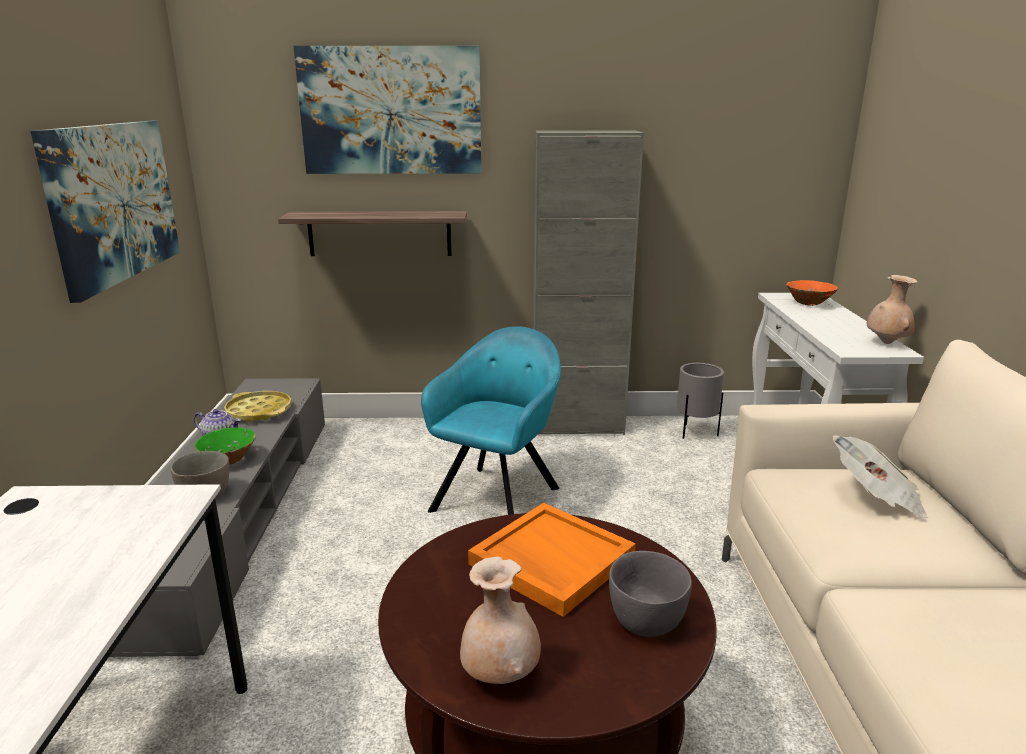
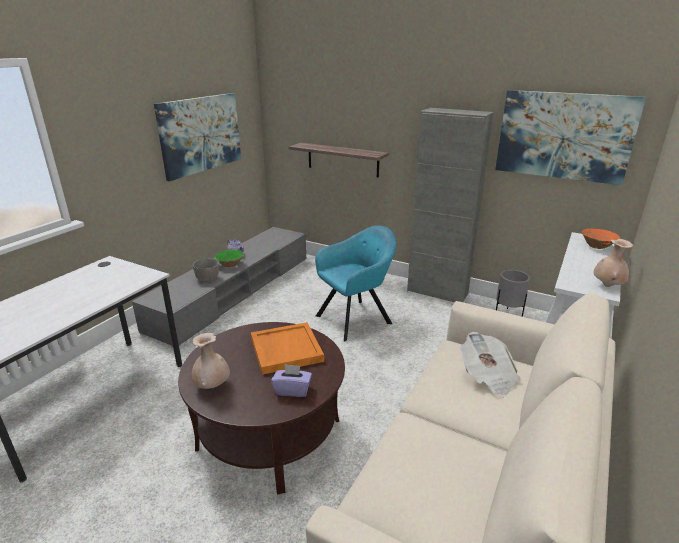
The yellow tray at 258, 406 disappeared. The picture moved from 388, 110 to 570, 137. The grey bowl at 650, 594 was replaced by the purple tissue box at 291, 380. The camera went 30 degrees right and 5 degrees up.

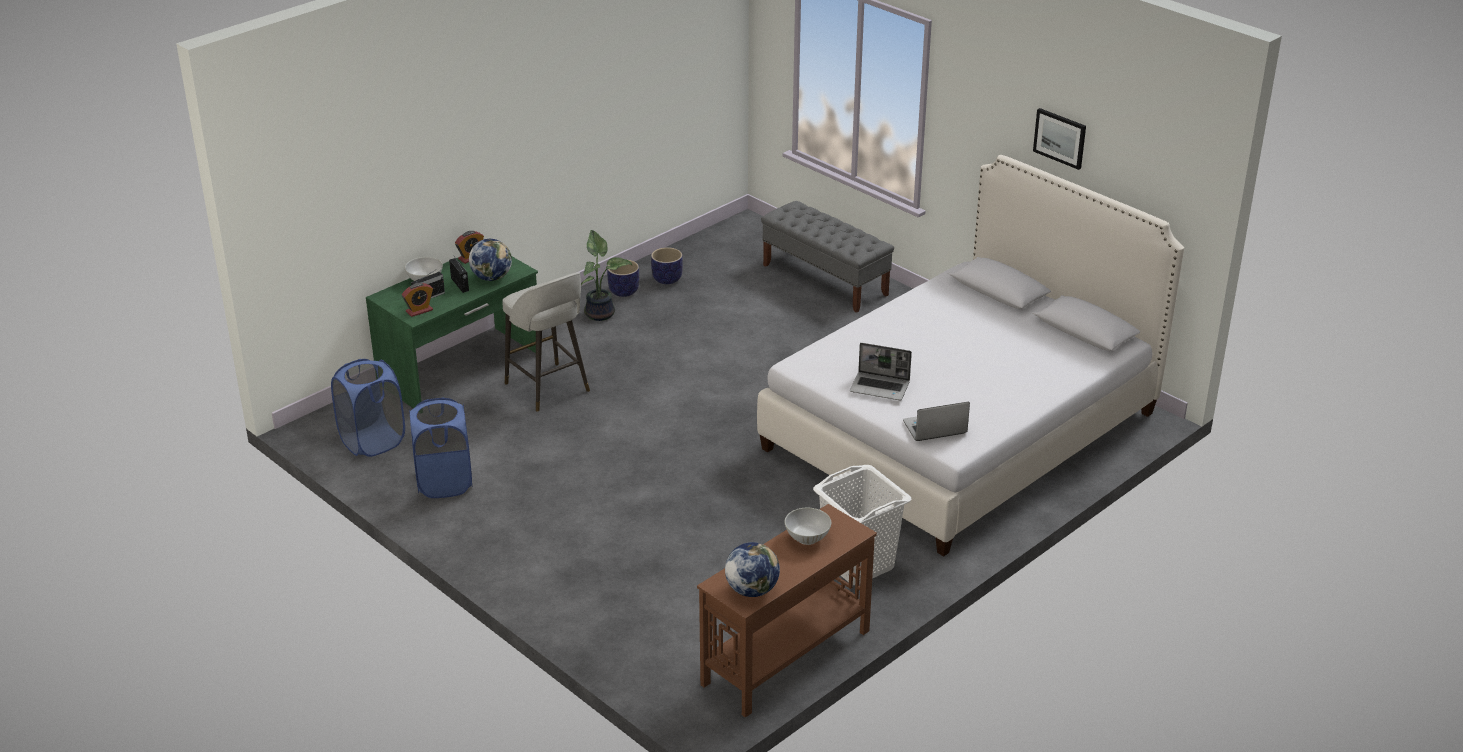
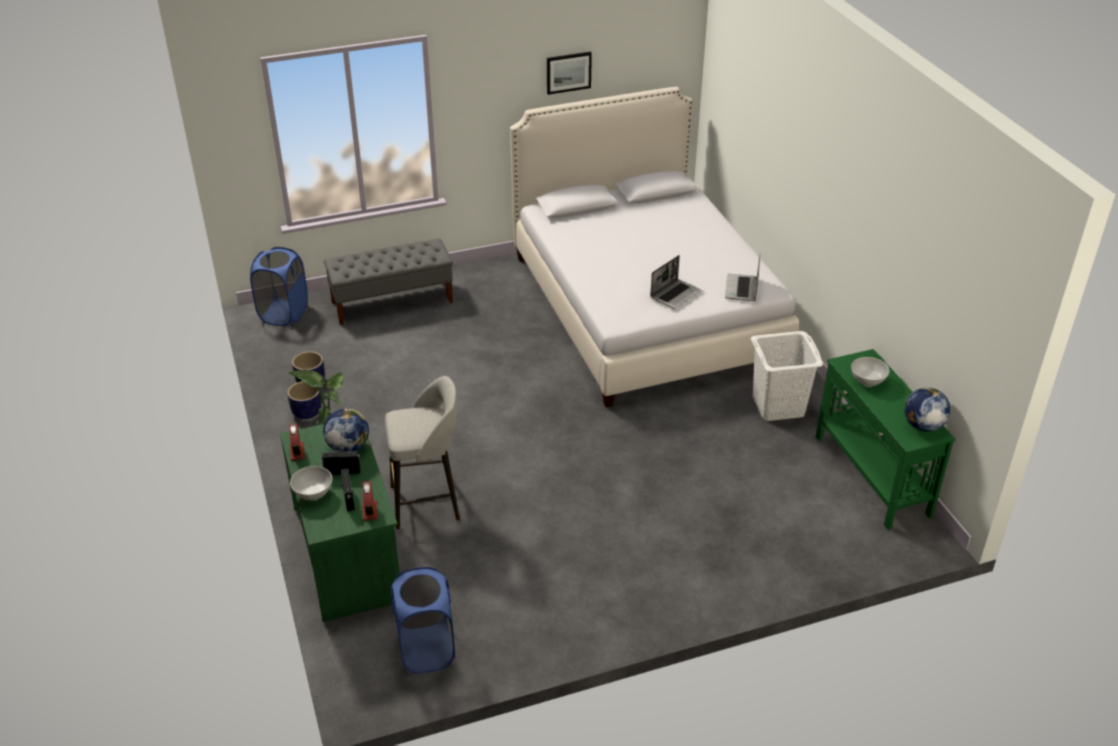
The blue laundry basket moved from 440, 447 to 279, 286. The brown console table at 787, 611 became the green console table at 886, 439. The camera went 65 degrees left and 5 degrees up.

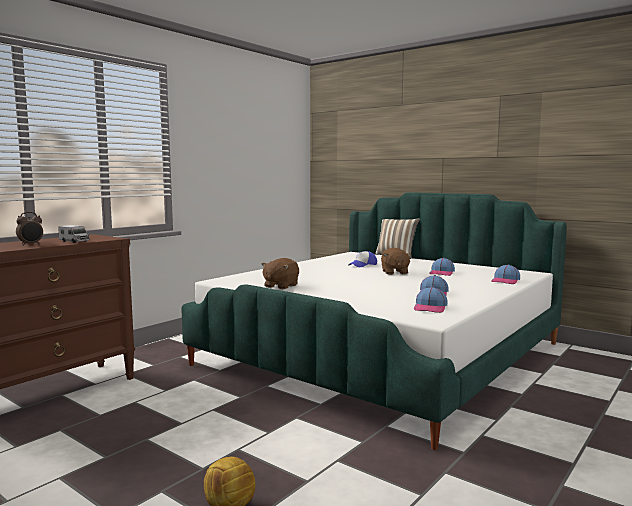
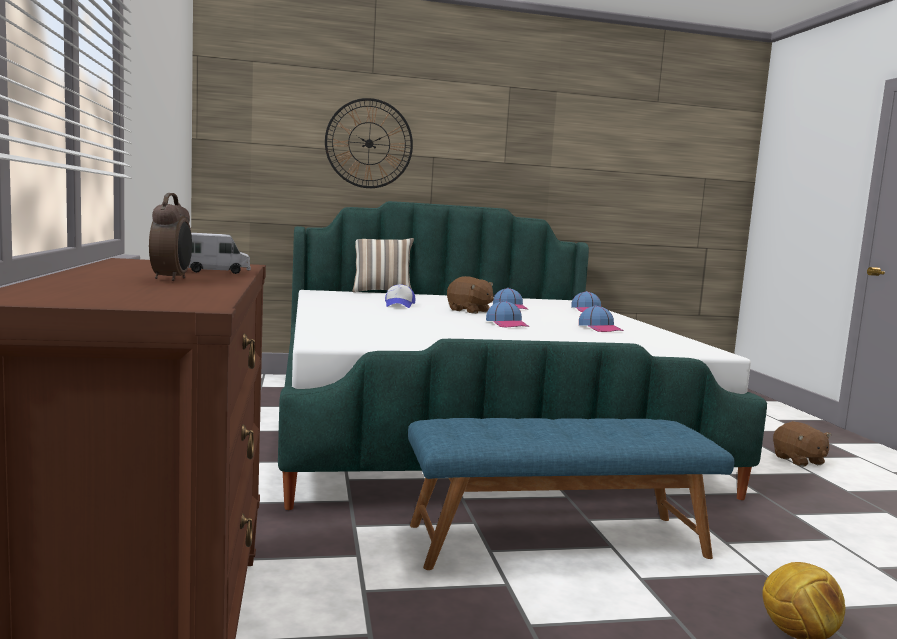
The wall clock at 369, 143 appeared. The blue bench at 571, 494 appeared. The brown plush toy moved from 280, 273 to 802, 444. The cap moved from 430, 300 to 508, 313. The camera went 50 degrees left and 0 degrees up.

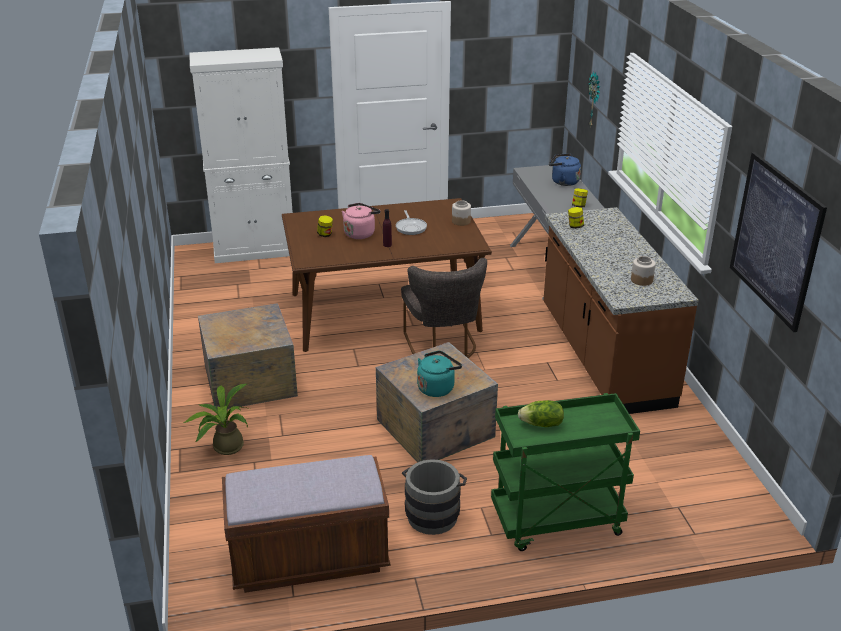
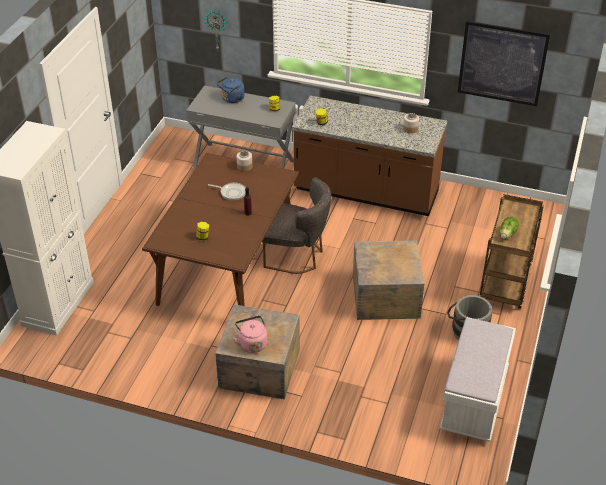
The potted plant at 216, 419 disappeared. The turquoise kettle at 439, 374 disappeared. The pink kettle moved from 361, 221 to 250, 334. The brown bench at 306, 524 became the white bench at 478, 379. The green cart at 565, 472 became the brown cart at 512, 251. The camera went 60 degrees left and 10 degrees up.

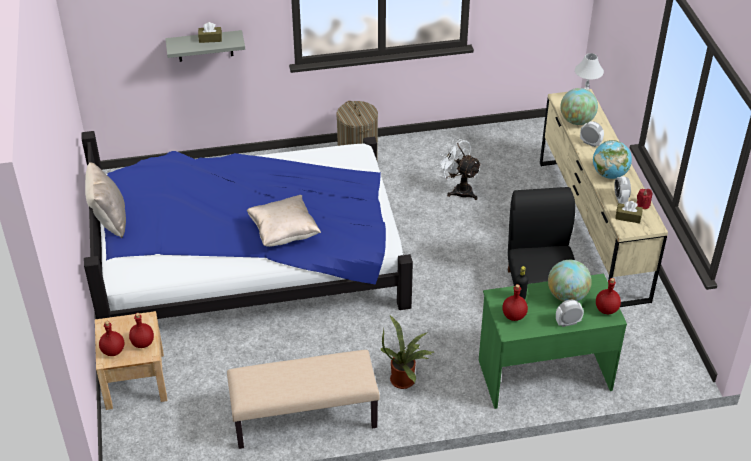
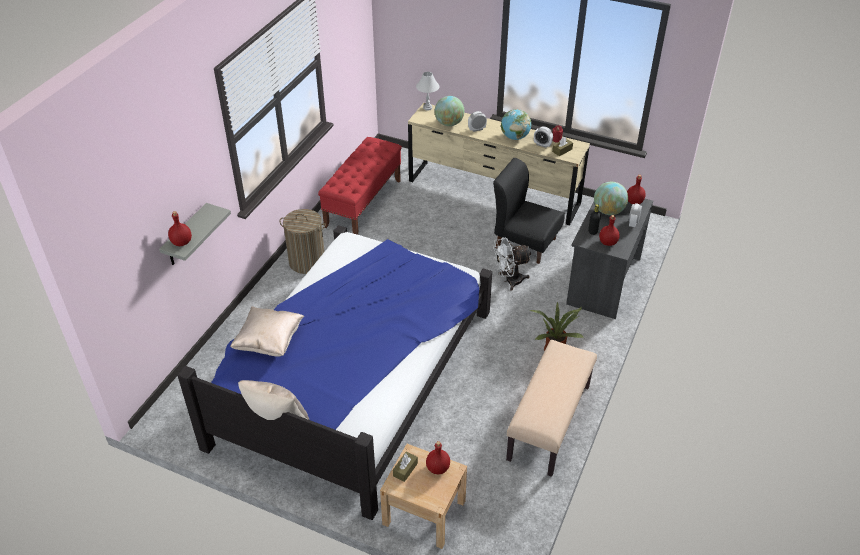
The red bench at 360, 186 appeared. The red bottle moved from 112, 338 to 180, 228. The brown tissue box moved from 210, 32 to 405, 466. The beige pillow moved from 284, 221 to 267, 331. The white fan moved from 459, 168 to 512, 264. The green desk at 553, 341 became the grey desk at 609, 259. The camera went 55 degrees left and 0 degrees up.

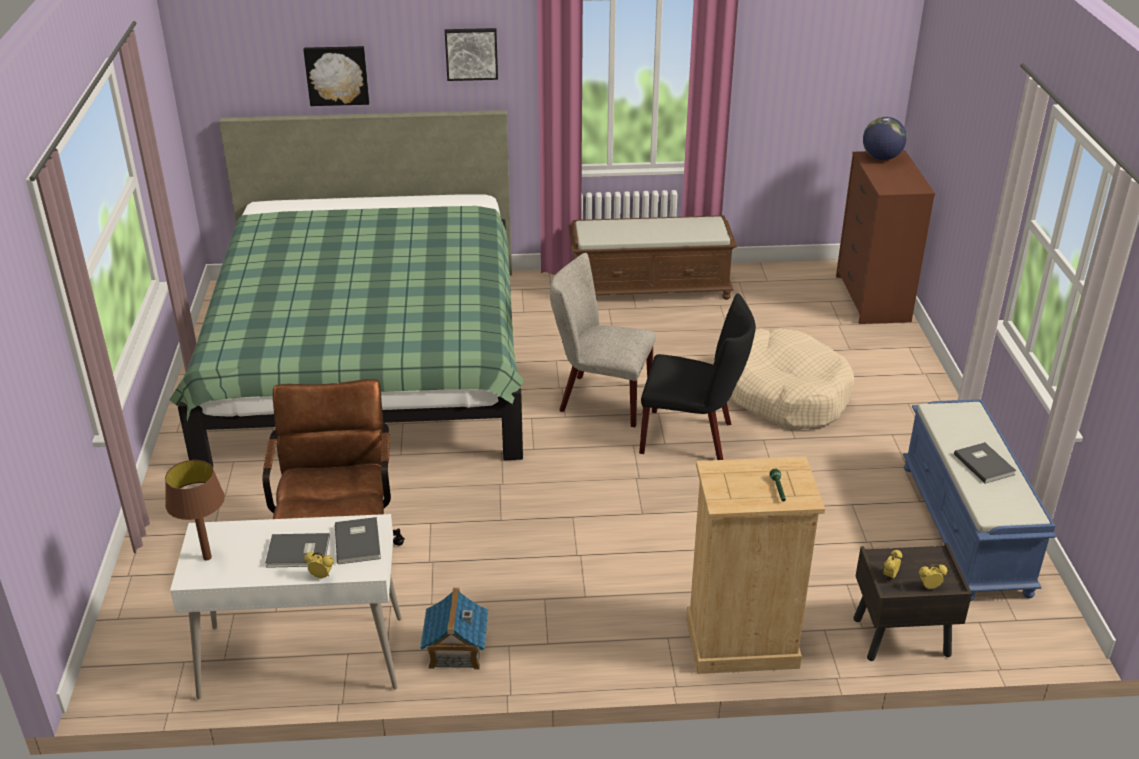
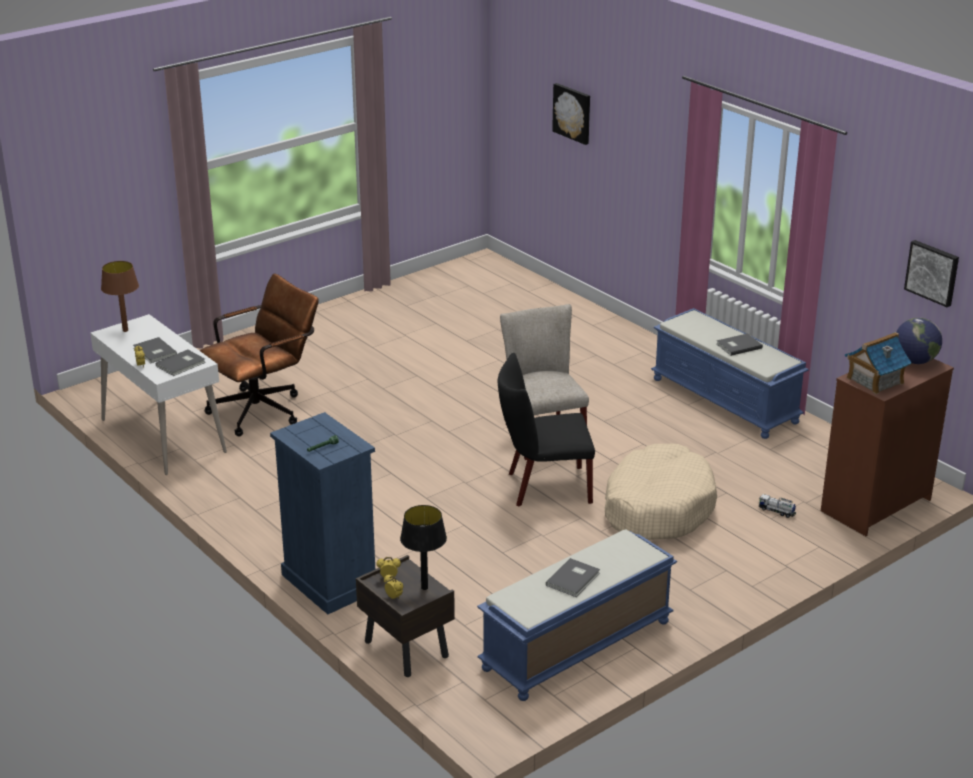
The green bed at 347, 288 disappeared. The black table lamp at 423, 547 appeared. The grey book at 739, 344 appeared. The toy truck at 777, 506 appeared. The toy house moved from 454, 628 to 878, 363. The picture moved from 471, 54 to 931, 273. The brown bench at 652, 257 became the blue bench at 730, 373. The beige dresser at 755, 565 became the blue dresser at 322, 513. The black chair at 697, 377 turned 105 degrees clockwise. The camera went 55 degrees right and 5 degrees down.

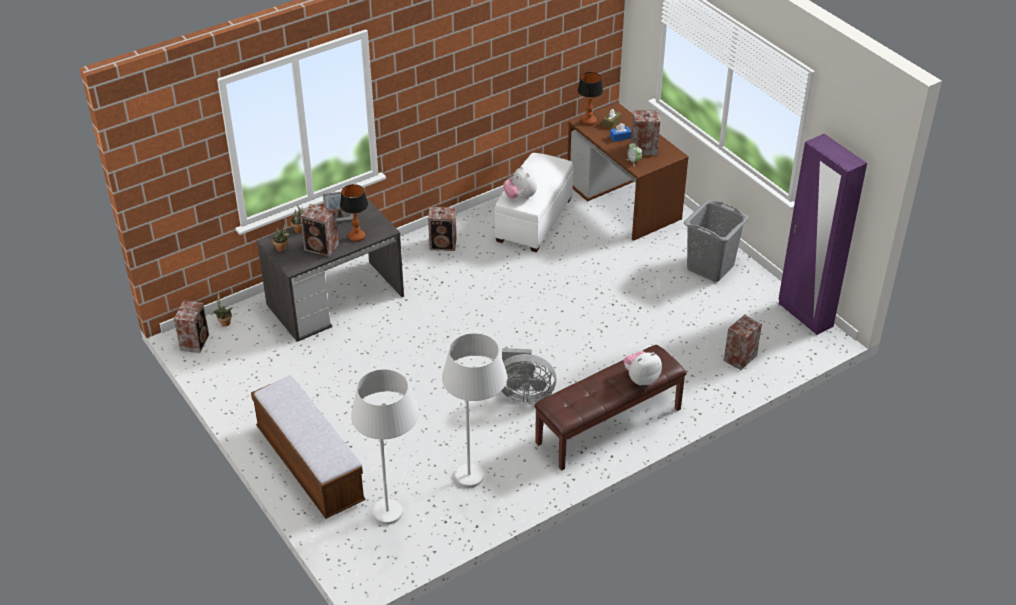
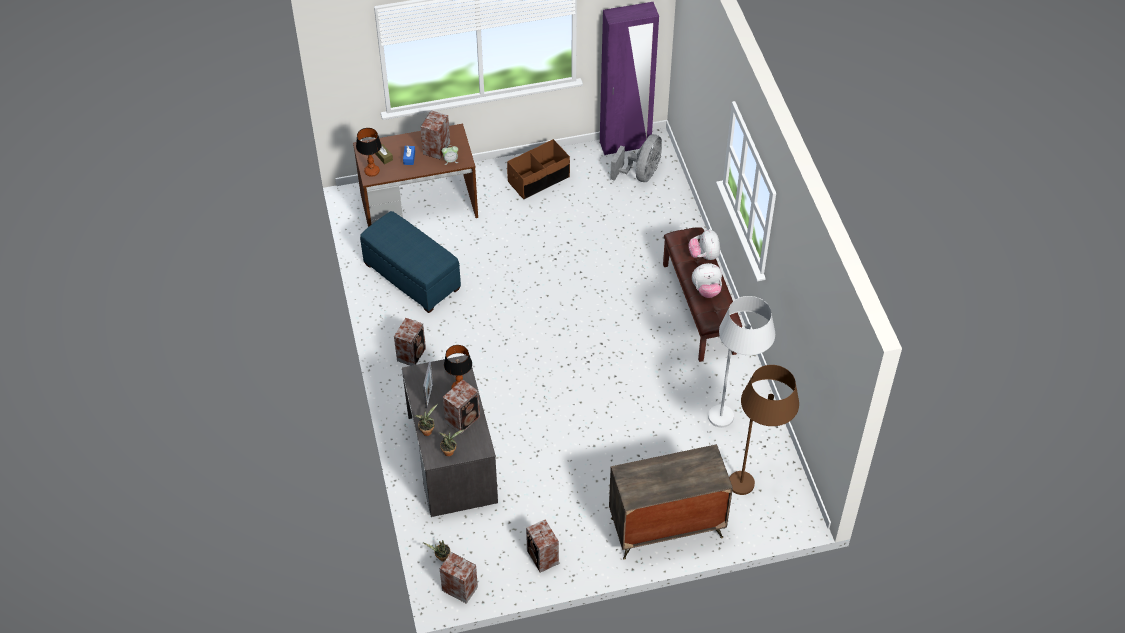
The grey fan moved from 529, 375 to 636, 158. The plush toy moved from 520, 182 to 707, 280. The speaker moved from 743, 342 to 542, 545. The bench at 308, 447 was replaced by the dresser at 671, 502. The grey laundry basket at 716, 241 was replaced by the brown storage box at 538, 169. The white floor lamp at 384, 447 became the brown floor lamp at 764, 430. The white ottoman at 533, 202 became the blue ottoman at 410, 262. The camera went 70 degrees left and 10 degrees up.

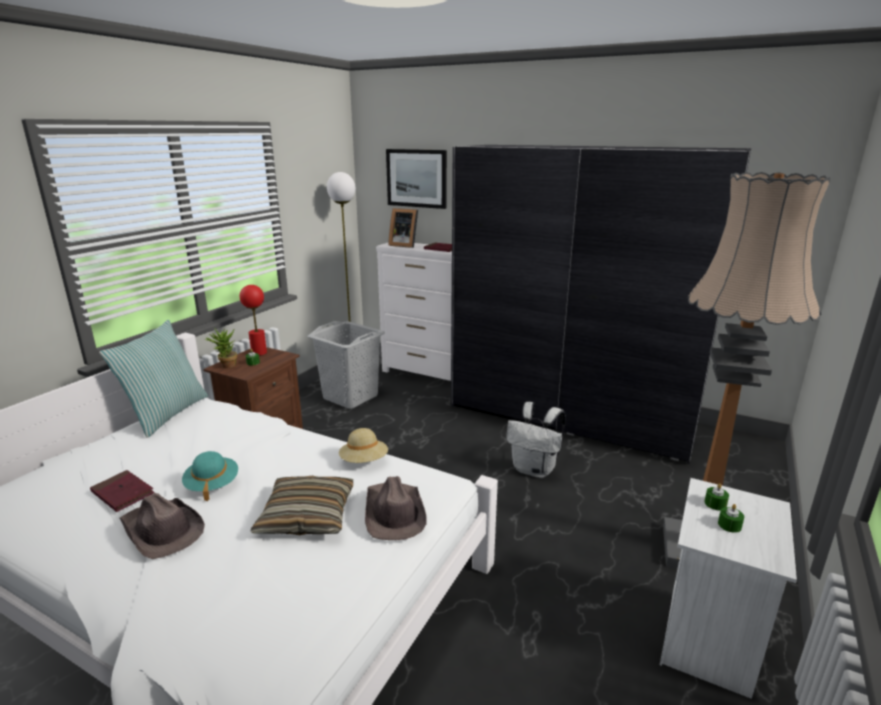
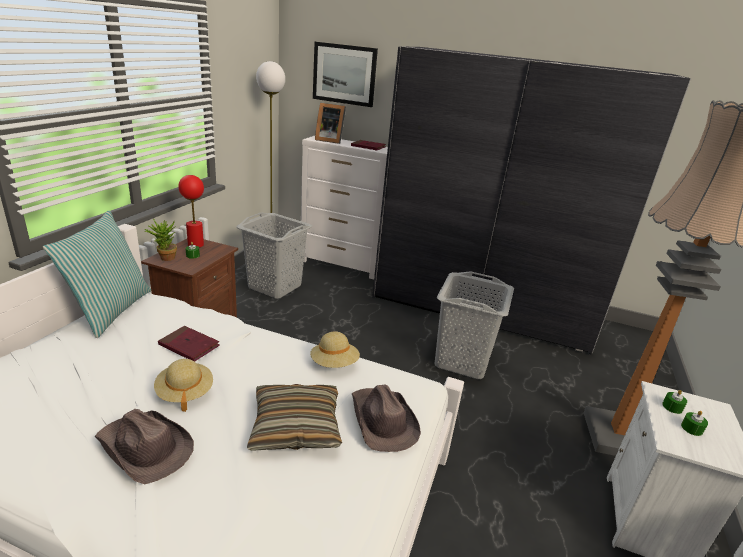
The red book moved from 122, 491 to 189, 343. The white backpack at 536, 440 was replaced by the grey laundry basket at 474, 325. The turquoise hat at 210, 476 became the beige hat at 183, 385. The camera went 10 degrees left and 5 degrees up.

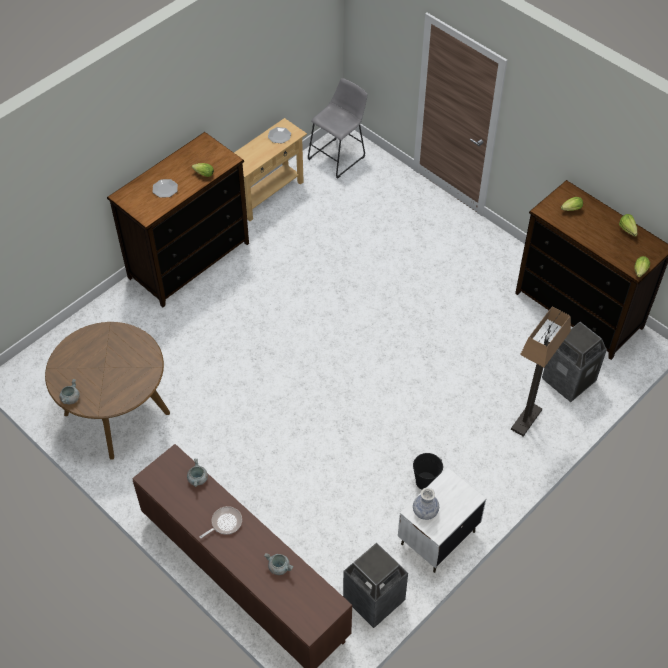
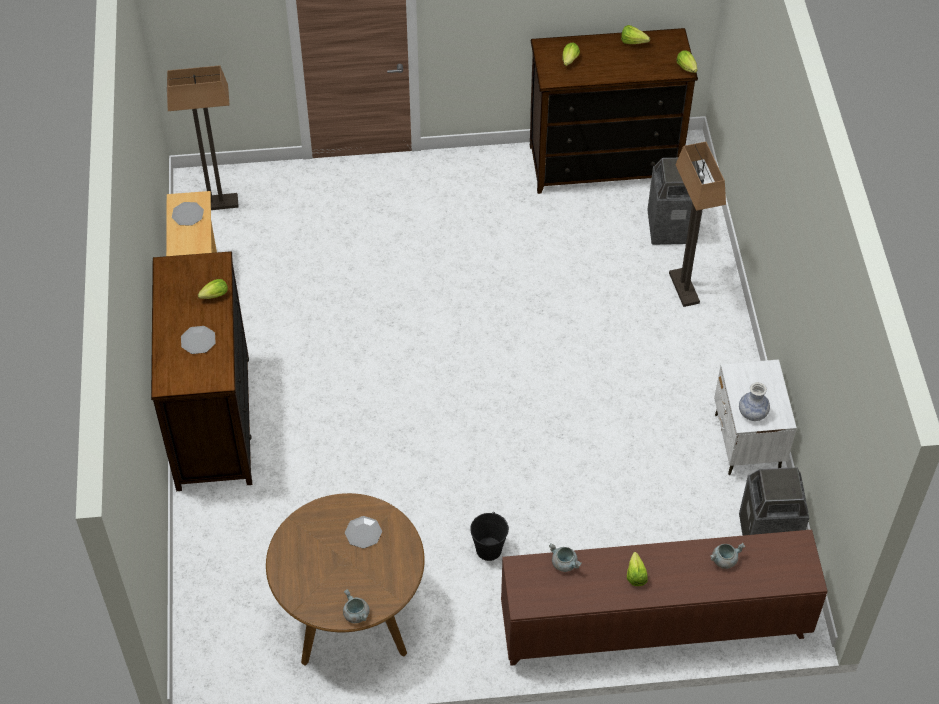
The plate at 363, 532 appeared. The black bucket moved from 428, 471 to 489, 536. The frying pan at 221, 522 was replaced by the lettuce at 637, 569. The grey stool at 337, 128 was replaced by the floor lamp at 203, 137. The camera went 50 degrees left and 0 degrees up.

